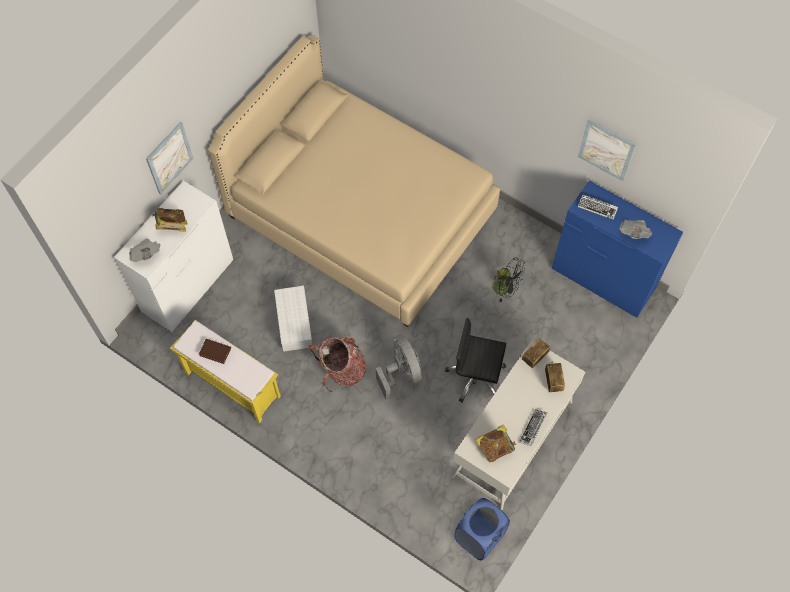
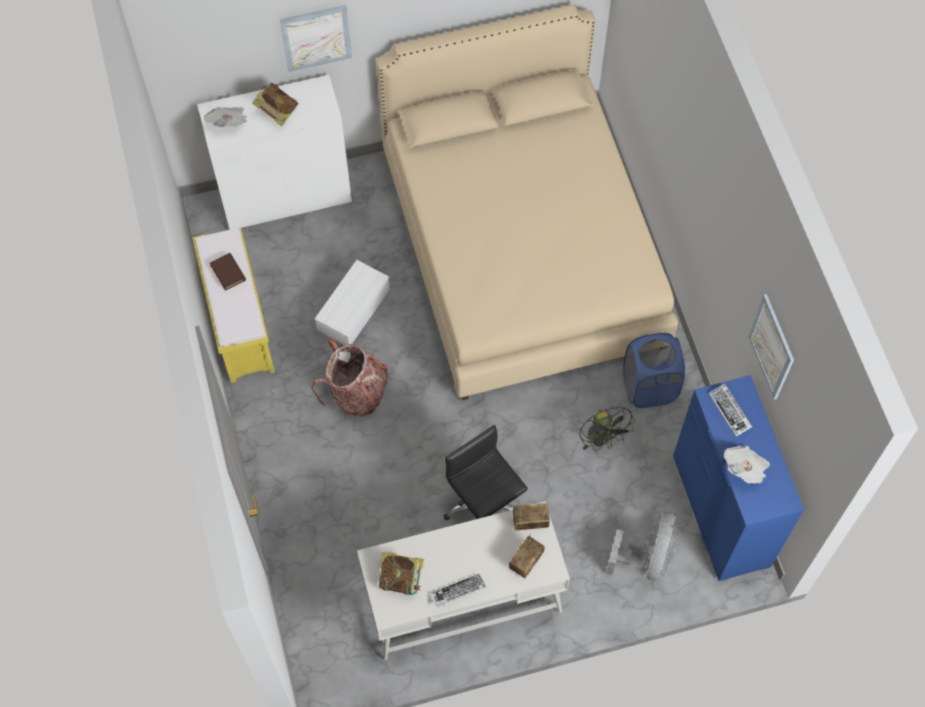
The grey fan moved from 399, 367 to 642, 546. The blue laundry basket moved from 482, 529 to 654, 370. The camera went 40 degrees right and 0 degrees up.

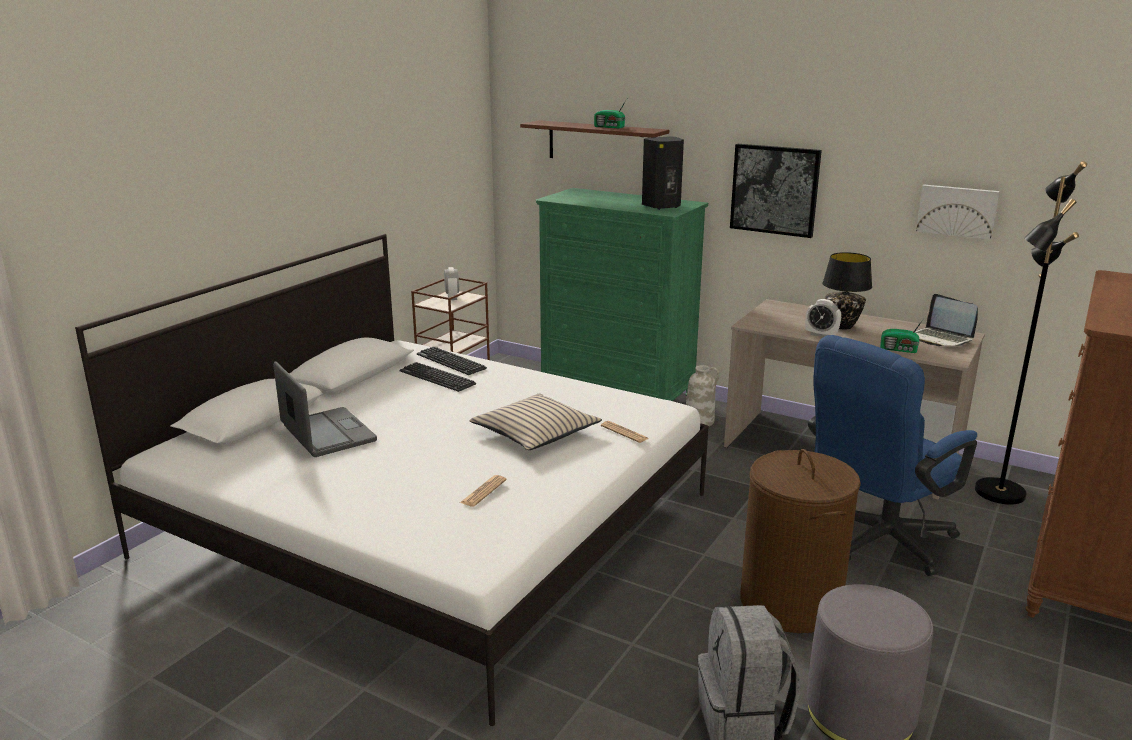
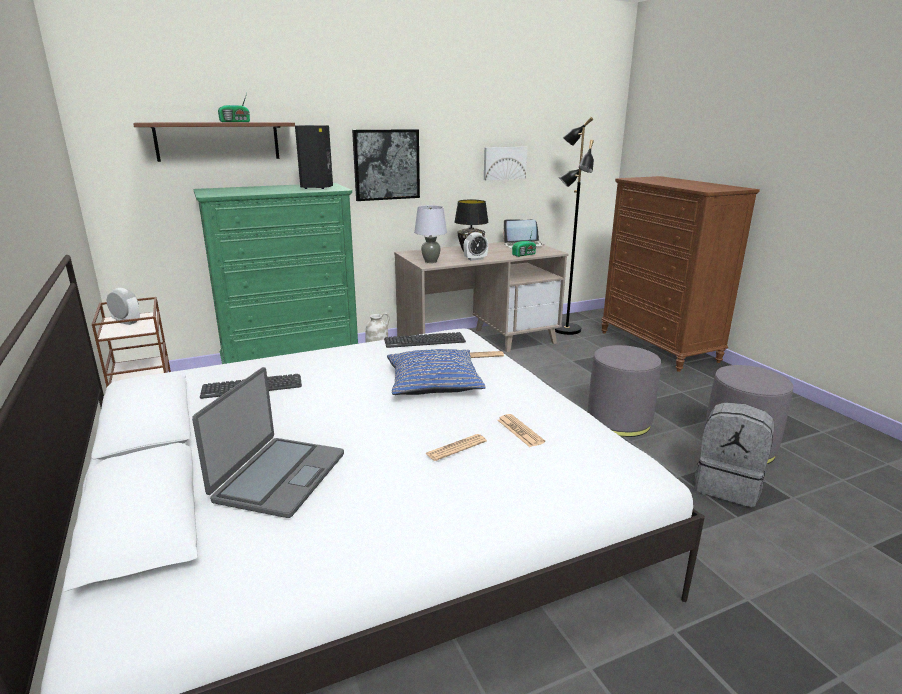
The blue office chair at 892, 455 disappeared. The grey table lamp at 430, 234 appeared. The newspaper at 456, 447 appeared. The keyboard moved from 452, 361 to 425, 340. The brown laundry basket at 800, 541 was replaced by the grey ottoman at 624, 391. The beige pillow at 535, 422 became the blue pillow at 436, 372. The laptop at 325, 409 turned 105 degrees clockwise. The camera went 55 degrees left and 0 degrees up.

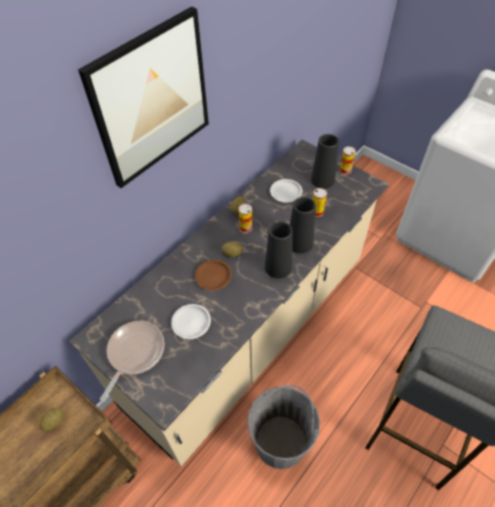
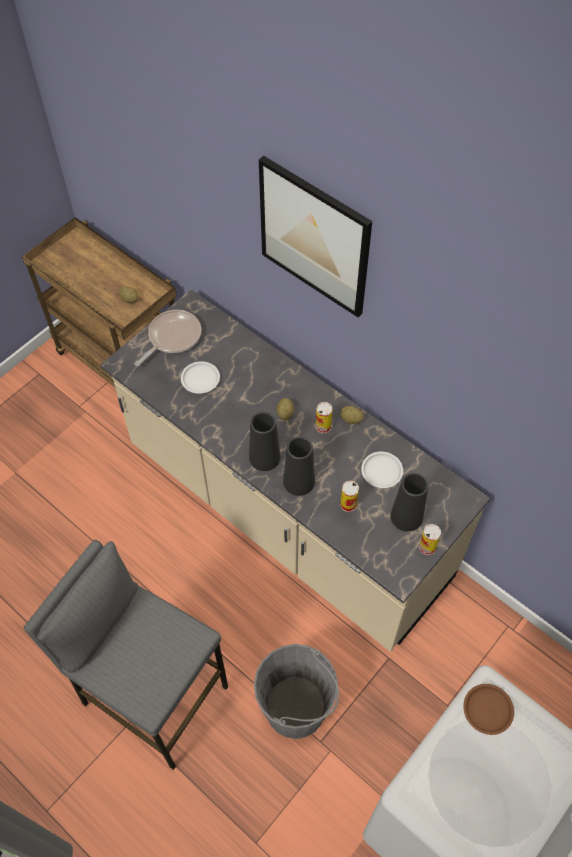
The brown plate moved from 213, 275 to 488, 709. The grey bucket moved from 283, 427 to 296, 691. The frying pan at 132, 361 turned 75 degrees counterclockwise. The camera went 90 degrees right and 5 degrees up.

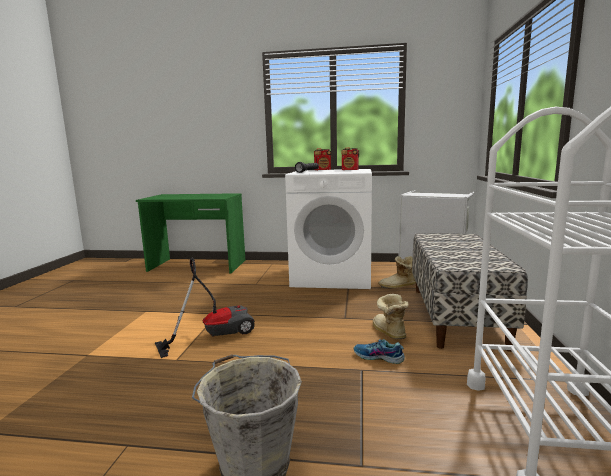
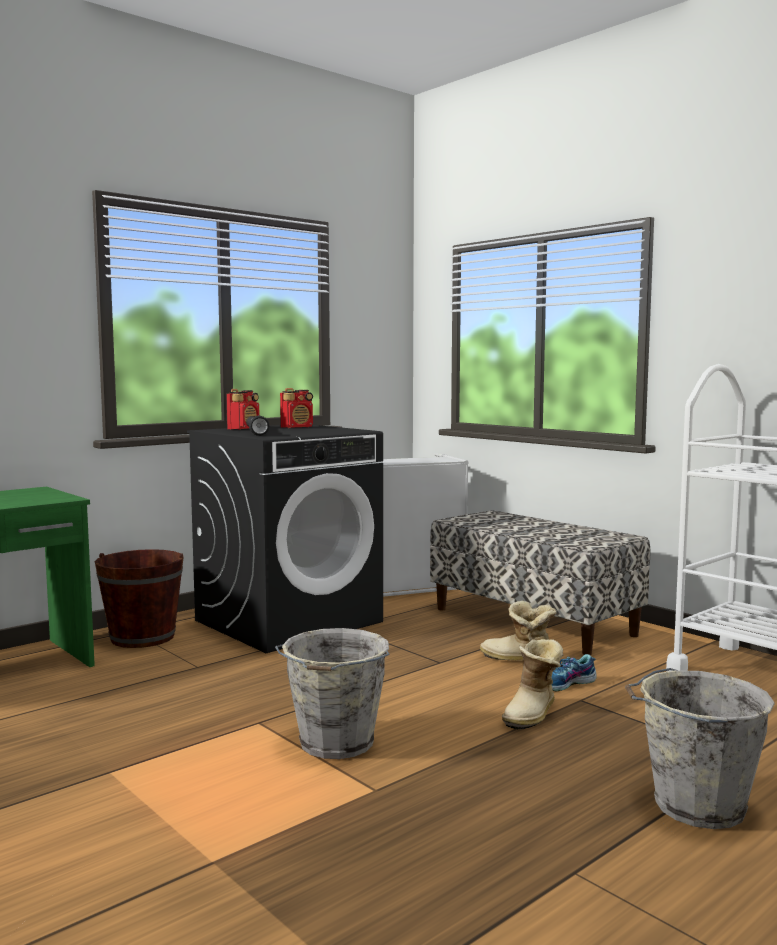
The brown bucket at 139, 598 appeared. The boot moved from 397, 272 to 533, 684. The vacuum cleaner at 205, 308 was replaced by the grey bucket at 332, 693. The white washing machine at 328, 229 became the black washing machine at 285, 539. The camera went 50 degrees left and 5 degrees down.

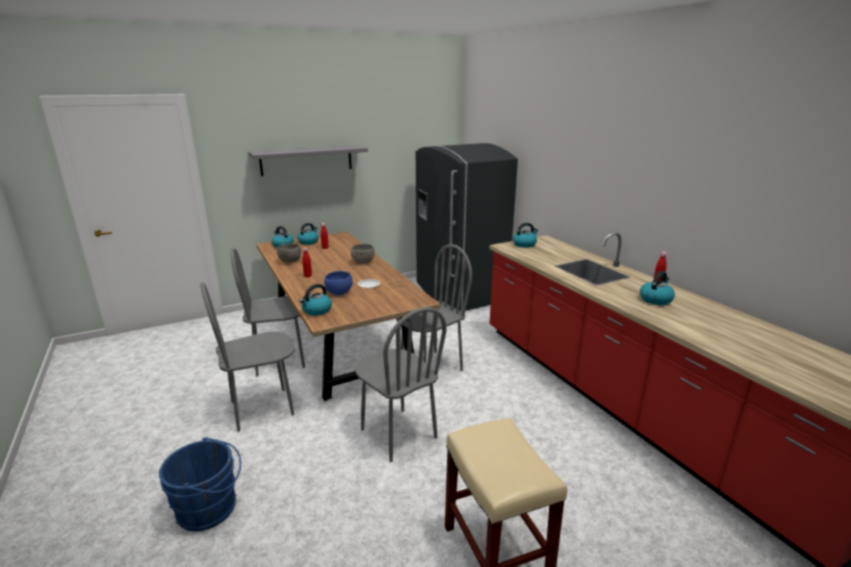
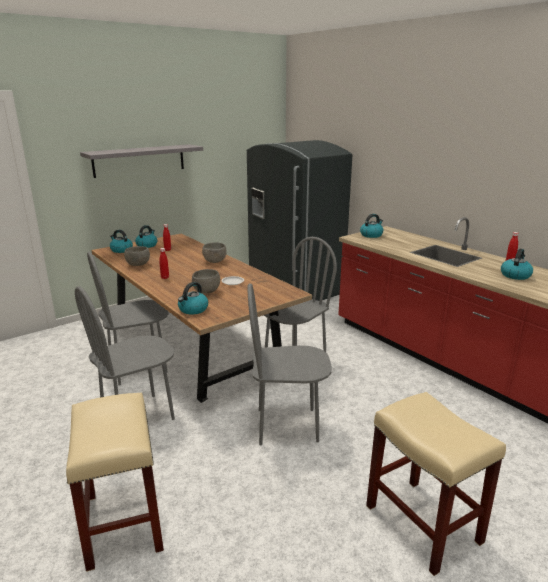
The blue bucket at 200, 484 was replaced by the beige stool at 115, 482. The blue bowl at 338, 283 became the grey bowl at 206, 281. The grey chair at 400, 384 turned 135 degrees clockwise. The camera went 10 degrees left and 0 degrees up.

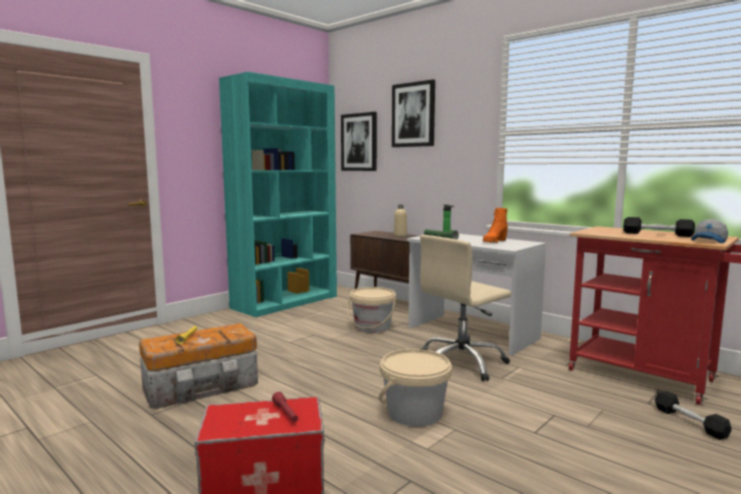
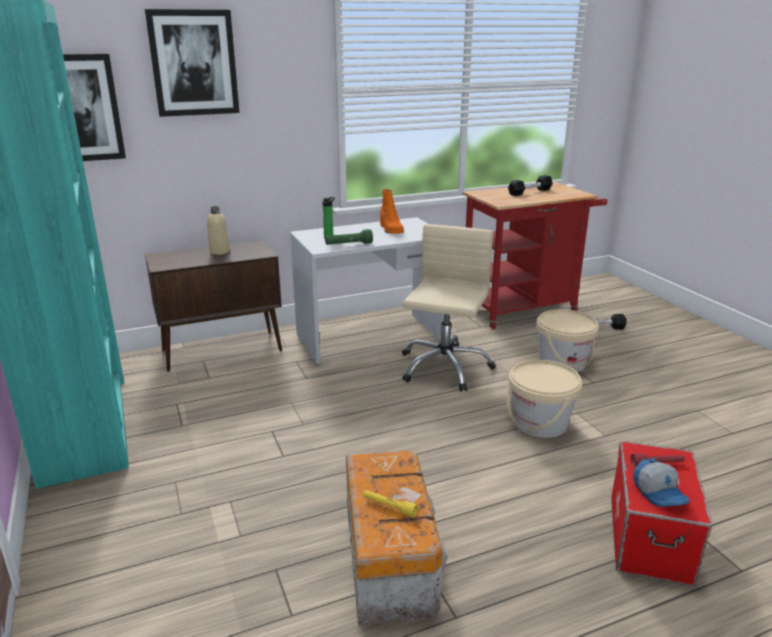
The beige bucket moved from 371, 310 to 567, 340. The cap moved from 709, 231 to 661, 482. The beige office chair at 465, 308 turned 150 degrees counterclockwise. The camera went 65 degrees left and 15 degrees up.

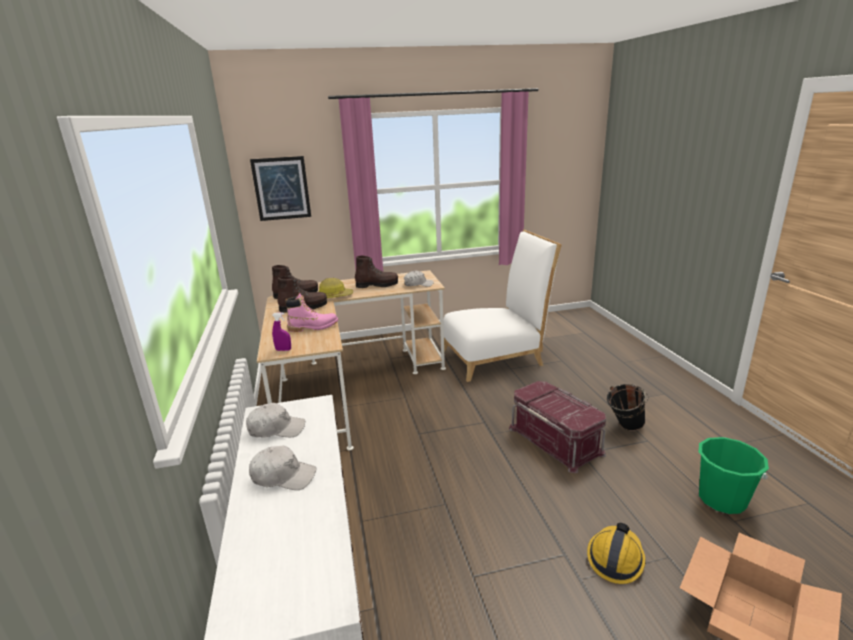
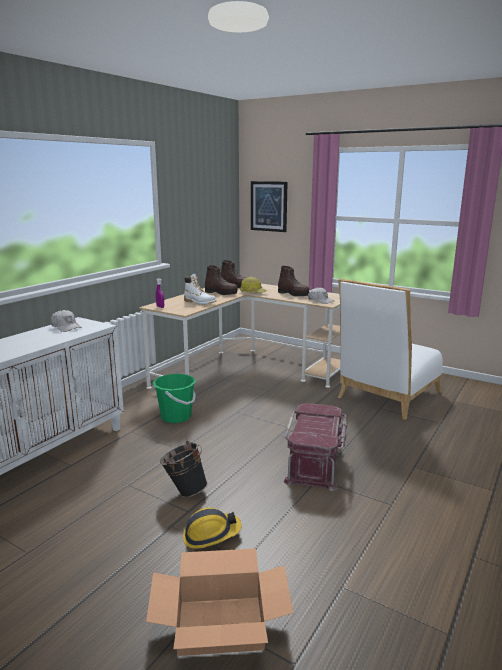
The white cap at 283, 468 disappeared. The black bucket moved from 627, 407 to 184, 469. The green bucket moved from 734, 475 to 174, 398. The pink boot at 311, 312 became the white boot at 200, 289. The white chair at 502, 306 turned 105 degrees clockwise. The camera went 45 degrees right and 5 degrees down.

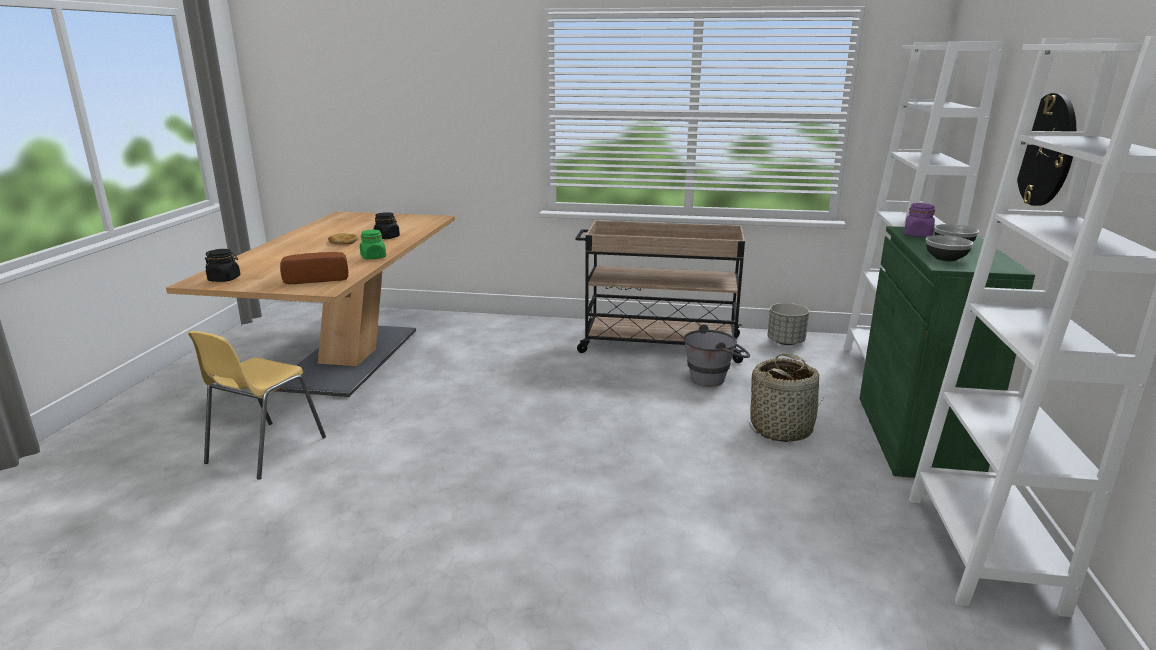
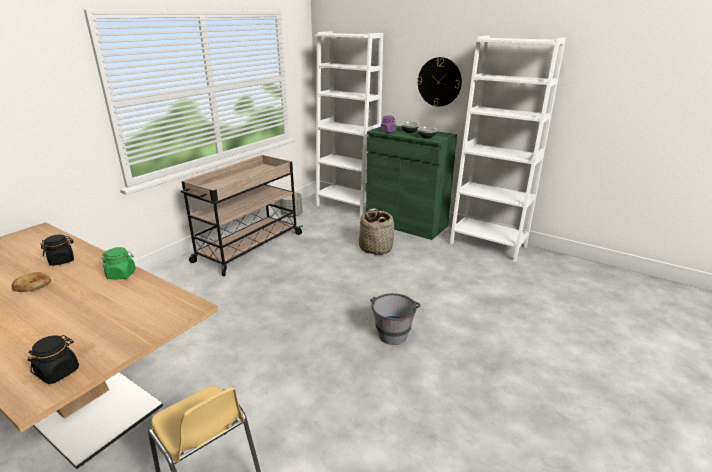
The bread at 314, 268 disappeared. The grey bucket moved from 716, 355 to 395, 319. The camera went 65 degrees left and 5 degrees up.

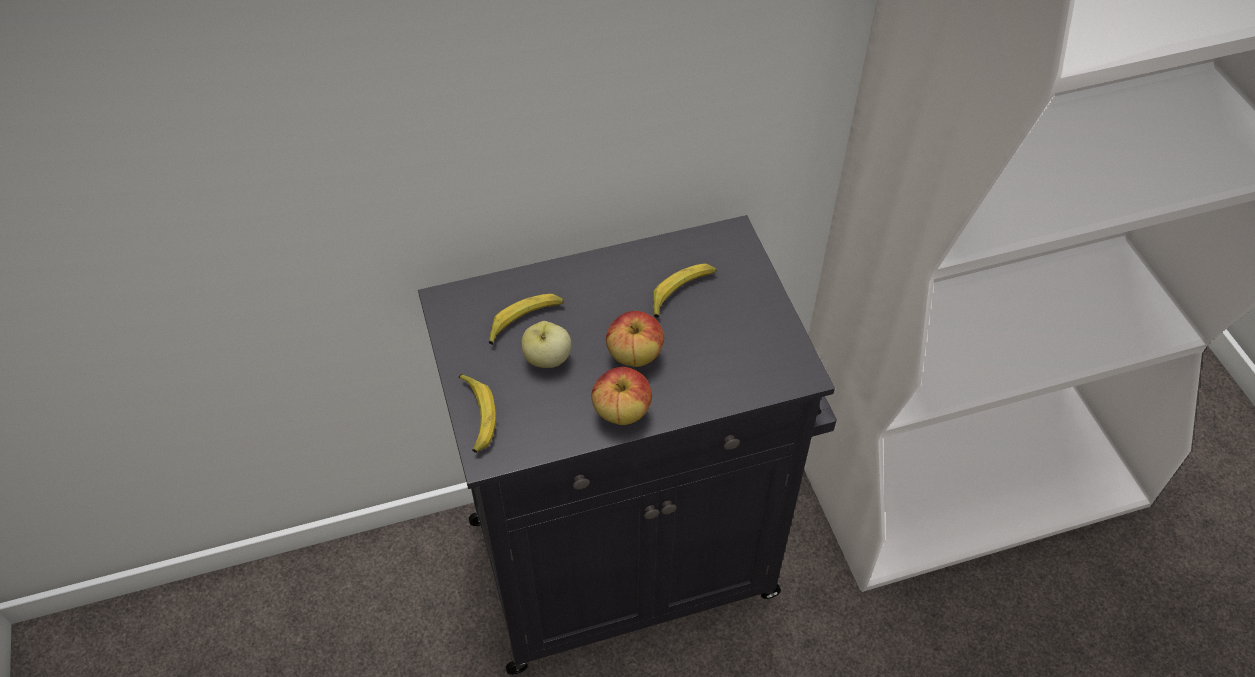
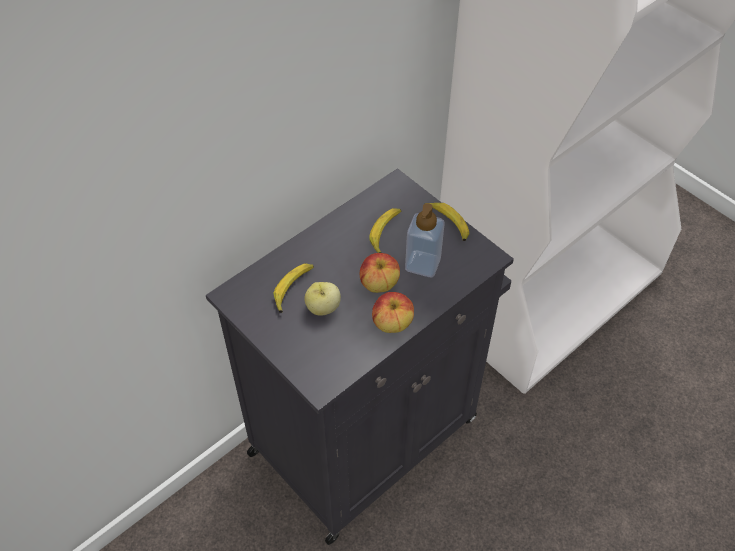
The soap dispenser at 425, 240 appeared. The banana moved from 477, 413 to 446, 222. The camera went 25 degrees left and 0 degrees up.

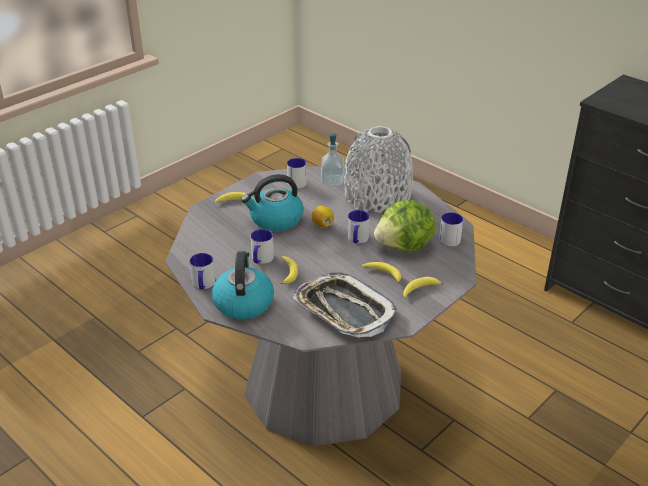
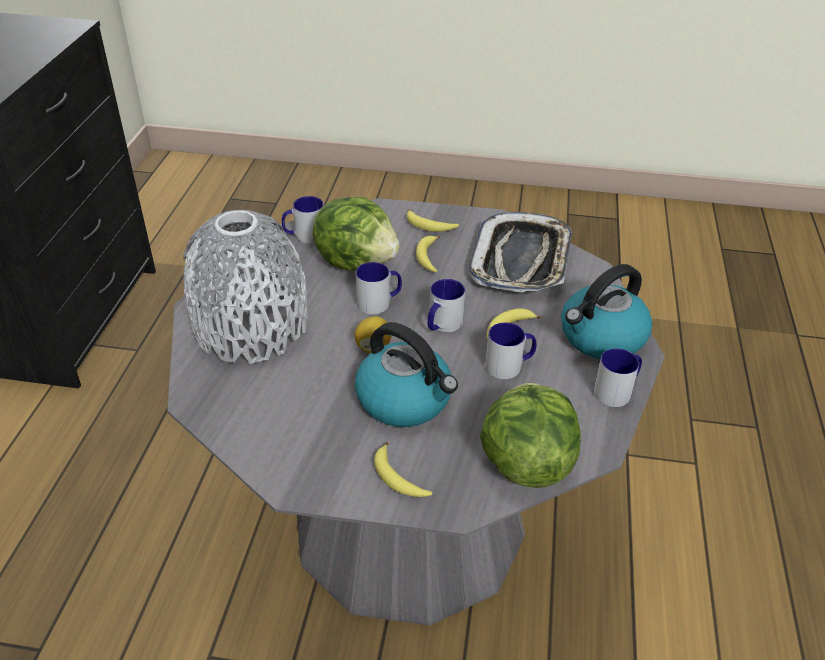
The soap dispenser at 332, 159 disappeared. The lettuce at 530, 435 appeared. The mug moved from 297, 173 to 446, 306. The camera went 125 degrees left and 5 degrees up.

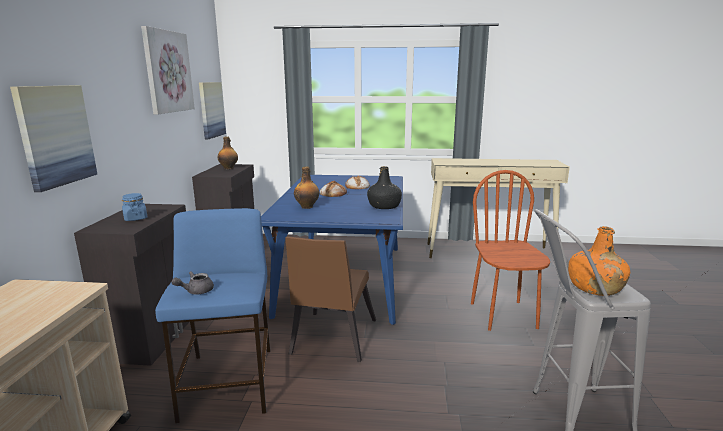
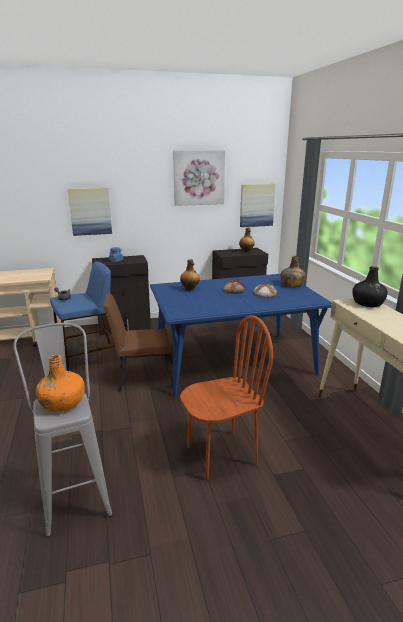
The green bottle at 293, 271 appeared. The black bottle moved from 384, 187 to 370, 286. The camera went 70 degrees right and 5 degrees up.

